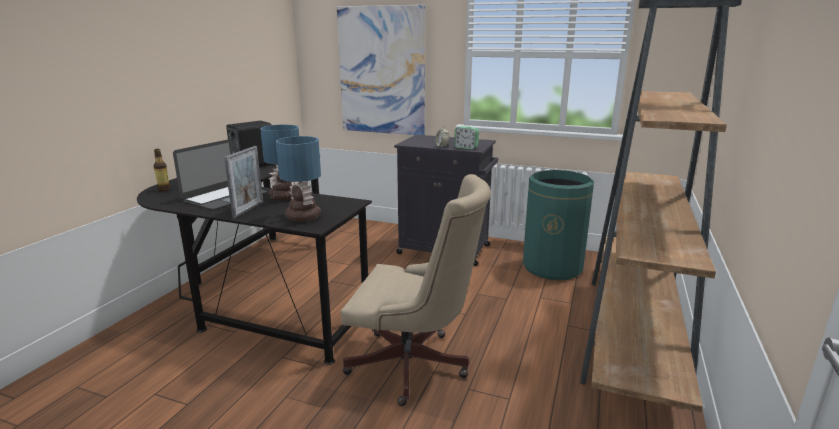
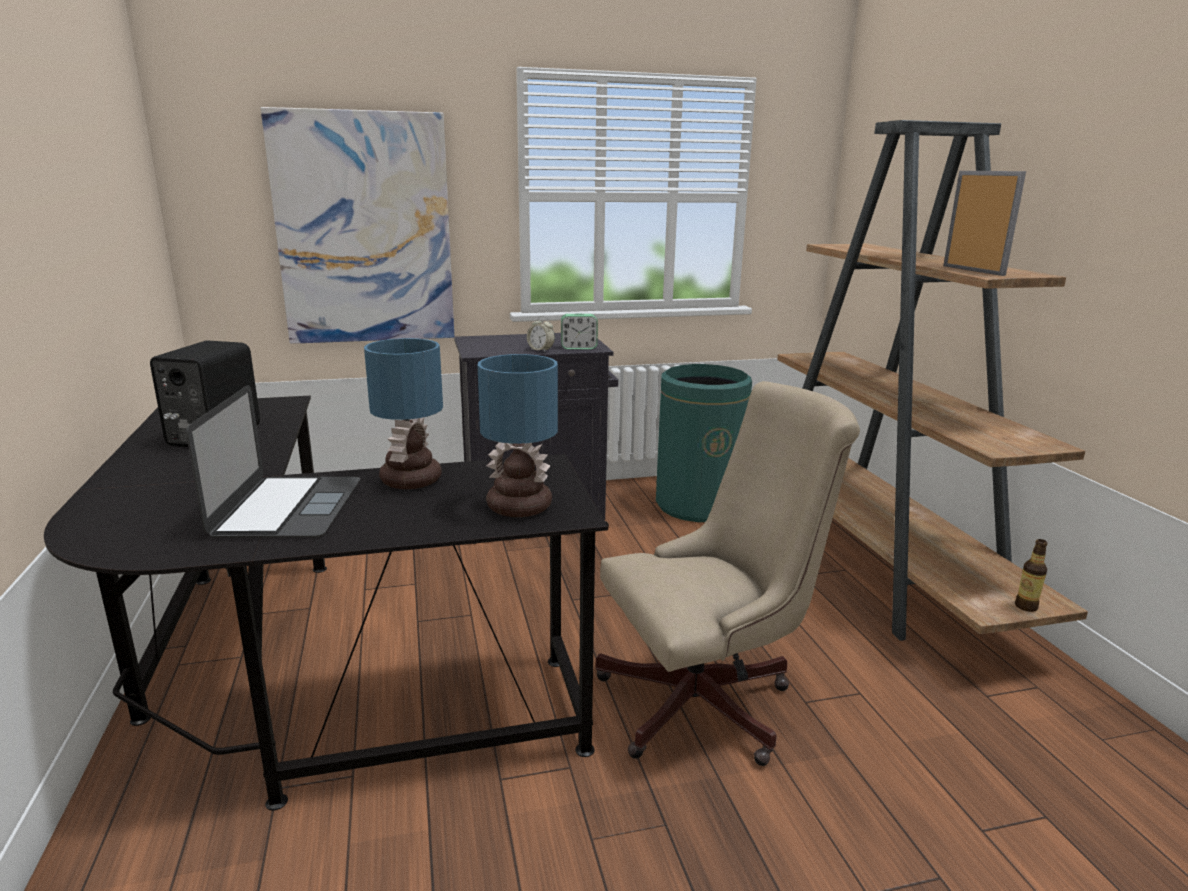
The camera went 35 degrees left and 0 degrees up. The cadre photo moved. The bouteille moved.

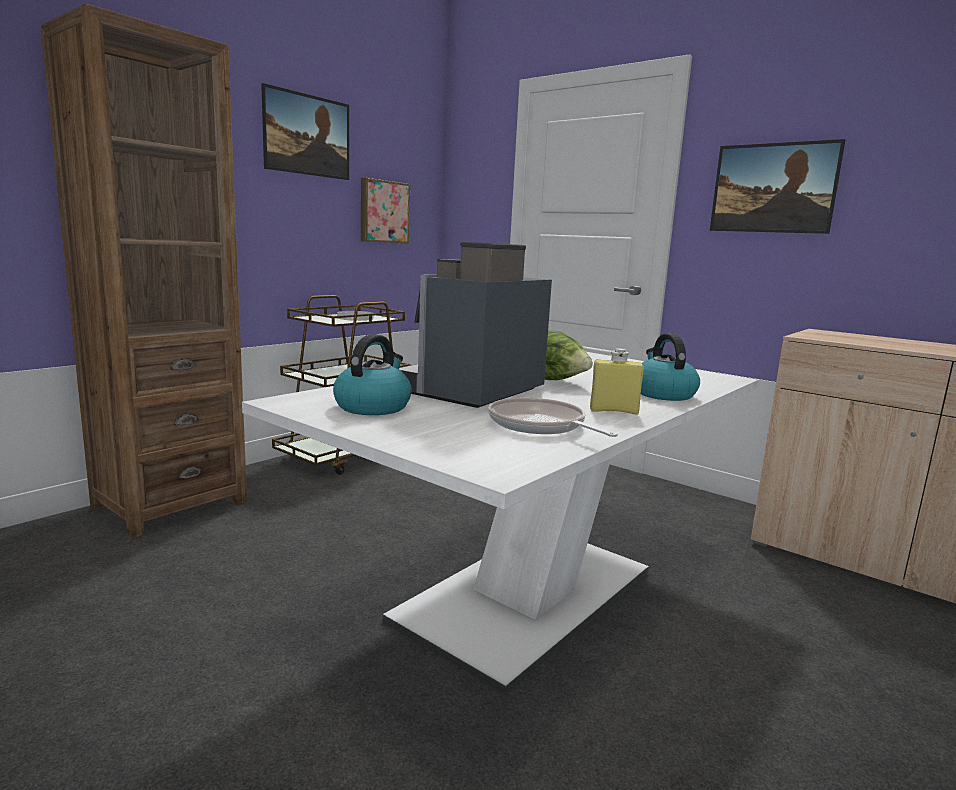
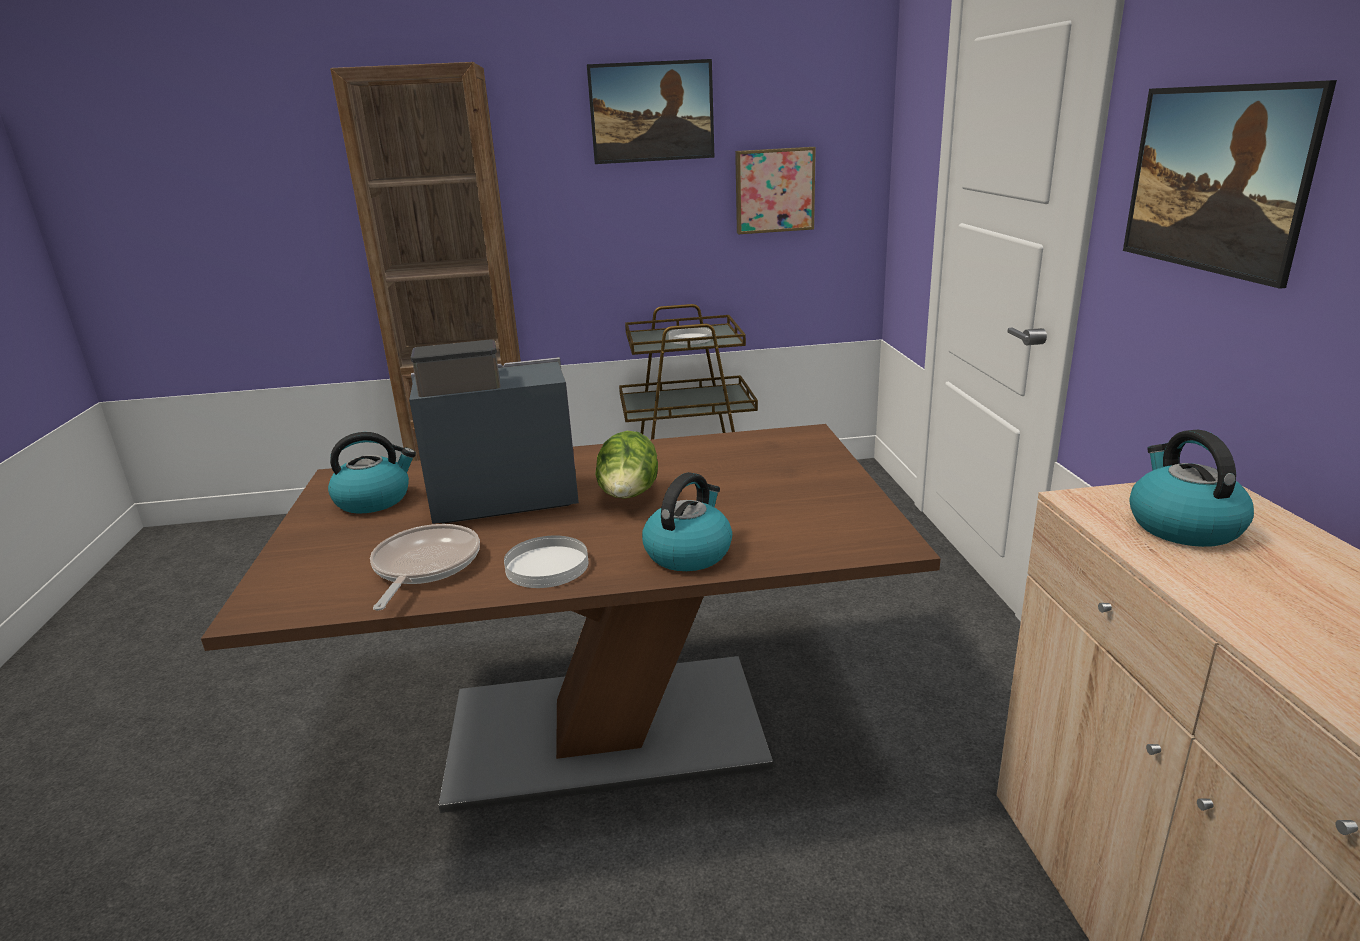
The camera went 45 degrees right and 10 degrees up. The table à manger (blanc) became the table à manger (marron). The bouteille (jaune) was replaced by the assiette (blanc) (no. 1 from left). The bouilloire (no. 3 from left) appeared.

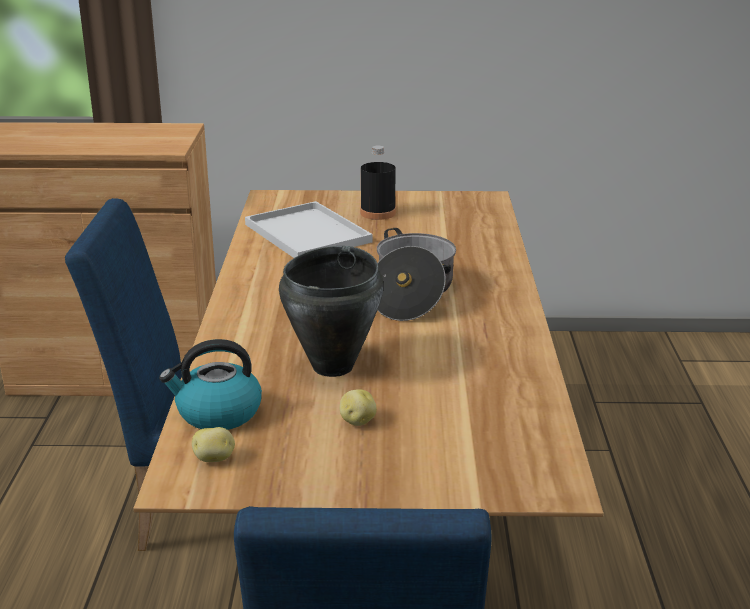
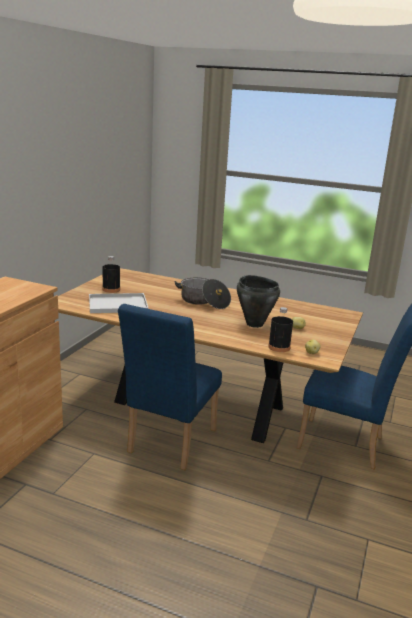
The camera went 70 degrees left and 5 degrees down. The bouilloire was replaced by the bouteille (noir) (no. 2 from left).

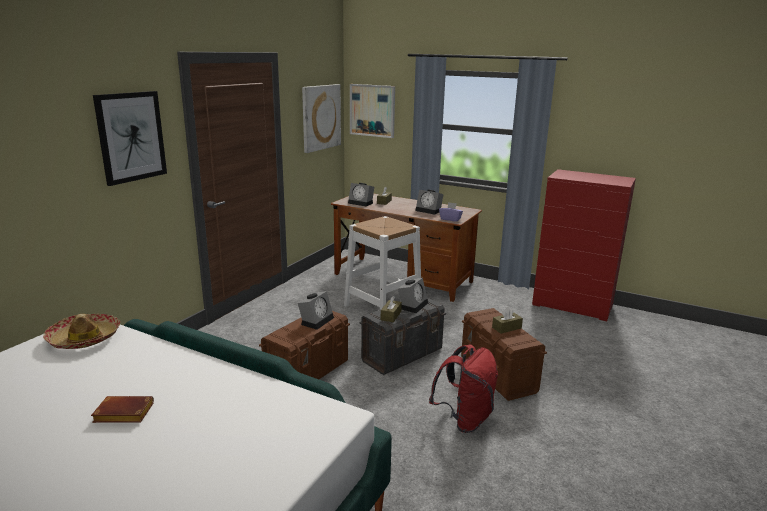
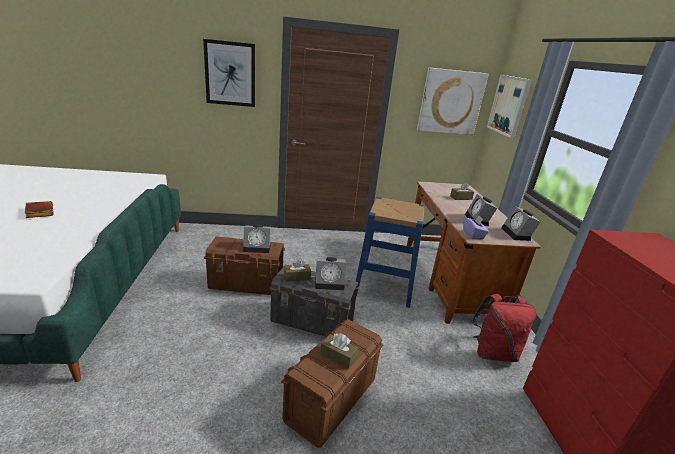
The camera went 55 degrees right and 5 degrees up. The tabouret (blanc) became the tabouret (bleu). The sac à dos (rouge) moved. The réveil (no. 2 from left in the first image) moved. The chapeau disappeared.

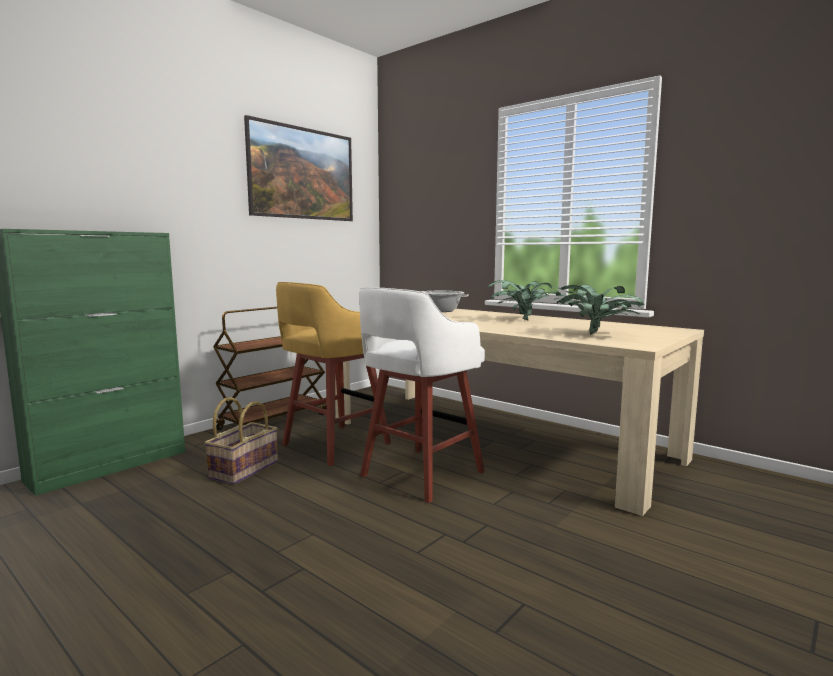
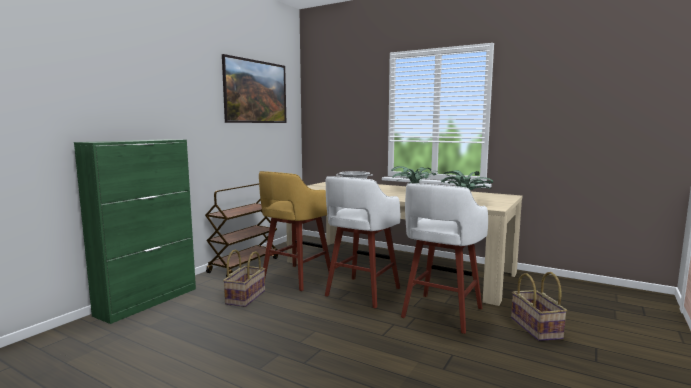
The camera went 10 degrees left and 0 degrees up. The tabouret (blanc) (no. 2 from left) appeared. The panier (no. 2 from left) appeared.

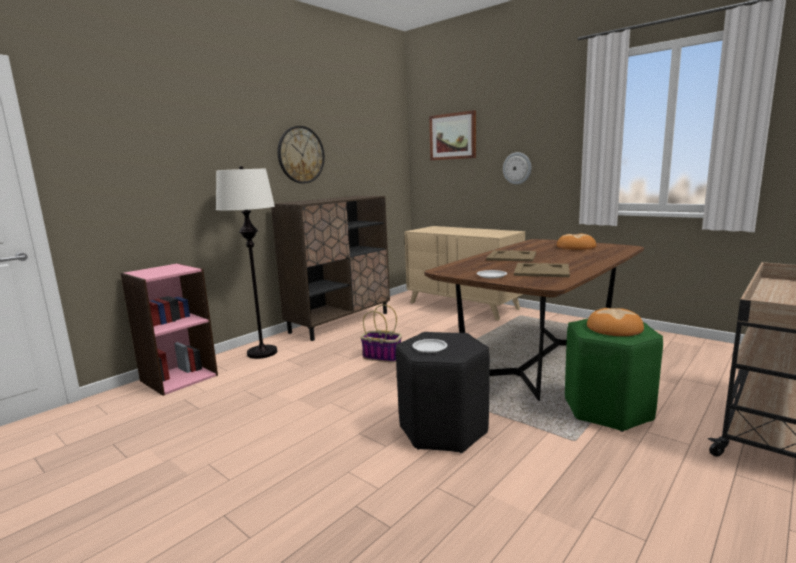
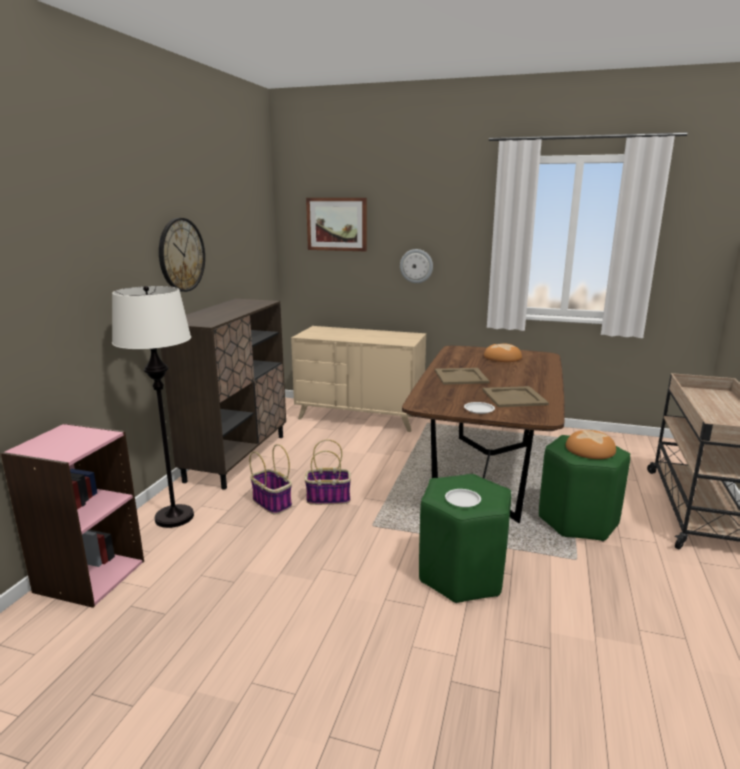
The camera went 25 degrees left and 5 degrees up. The panier (no. 1 from left) appeared. The tabouret (noir) became the tabouret (vert) (no. 1 from left).

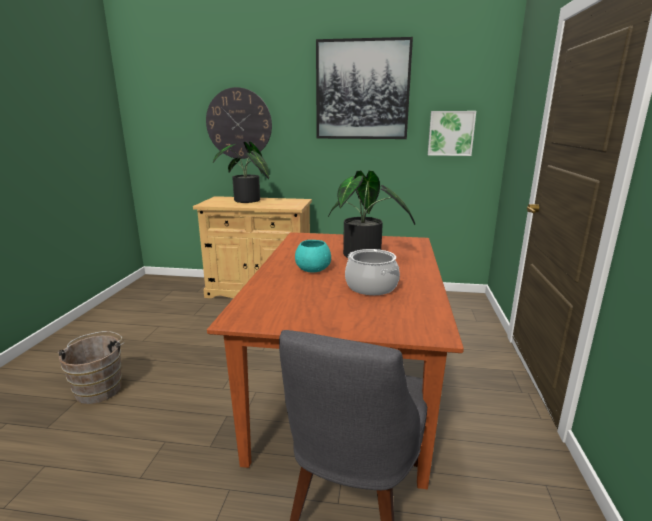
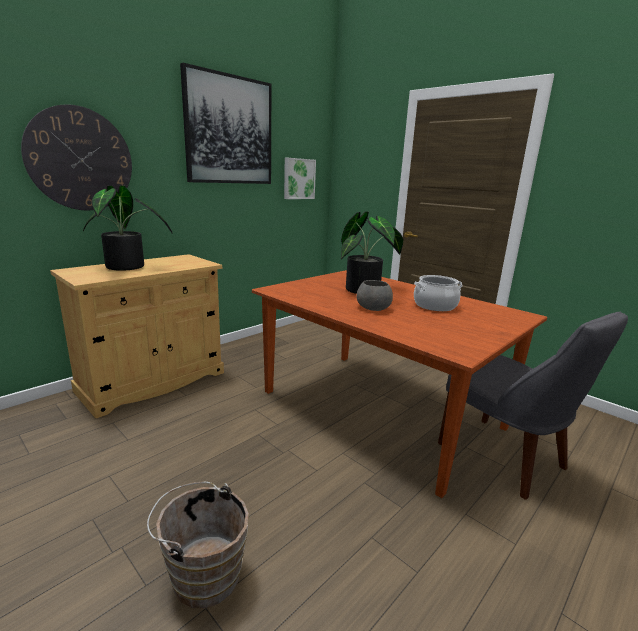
The camera went 55 degrees left and 0 degrees up. The bol (turquoise) became the bol (gris).

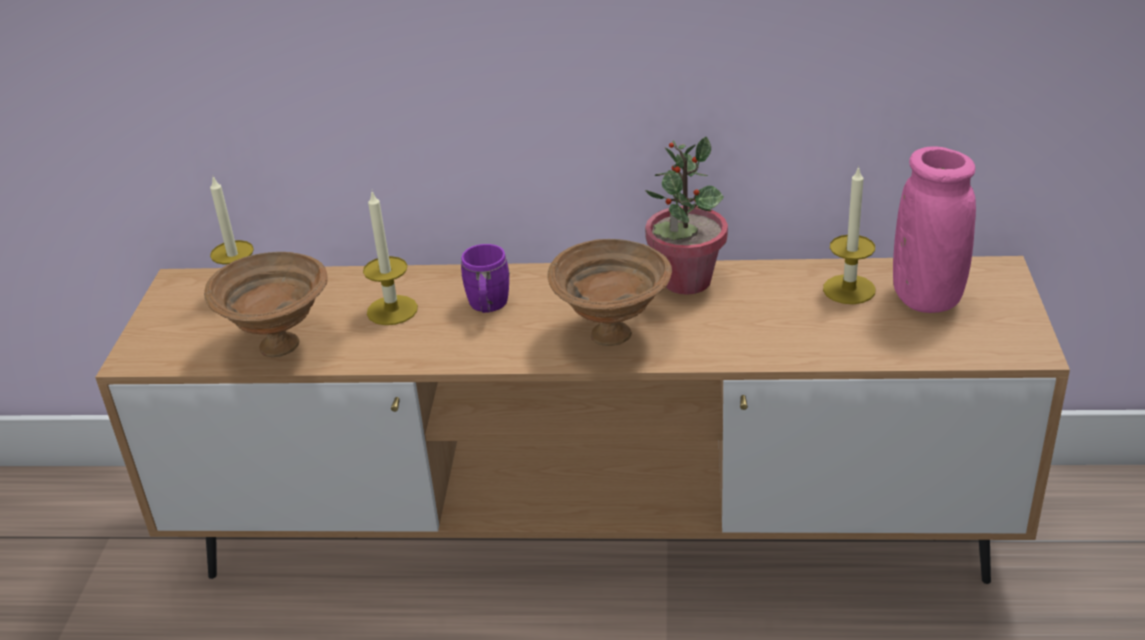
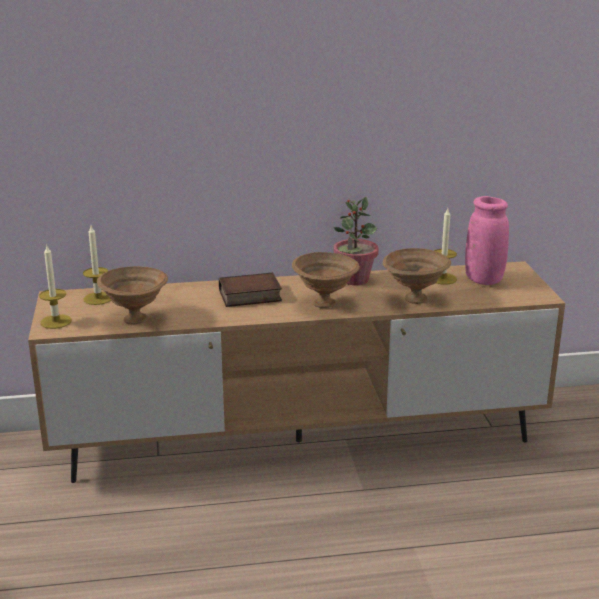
The camera went 15 degrees left and 10 degrees down. The bougie (no. 2 from left in the first image) moved. The mug (violet) was replaced by the livre. The bol (marron) (no. 3 from left) appeared.

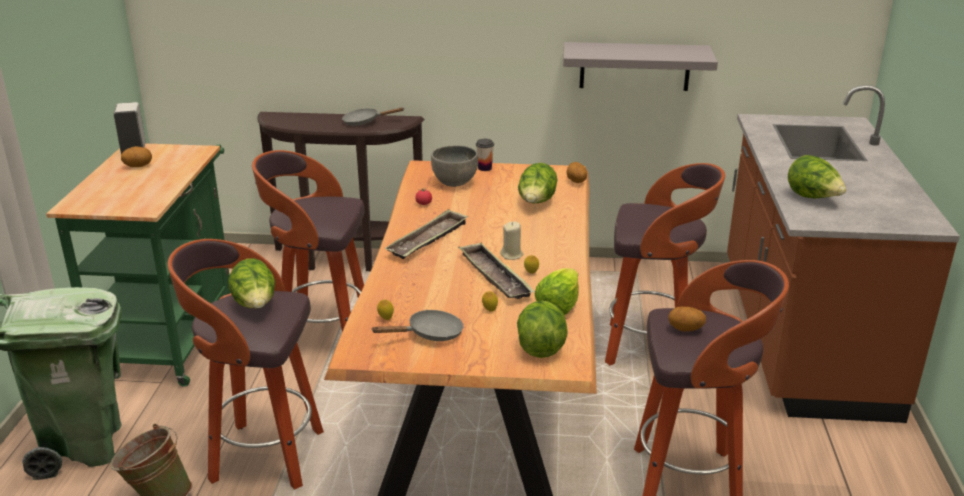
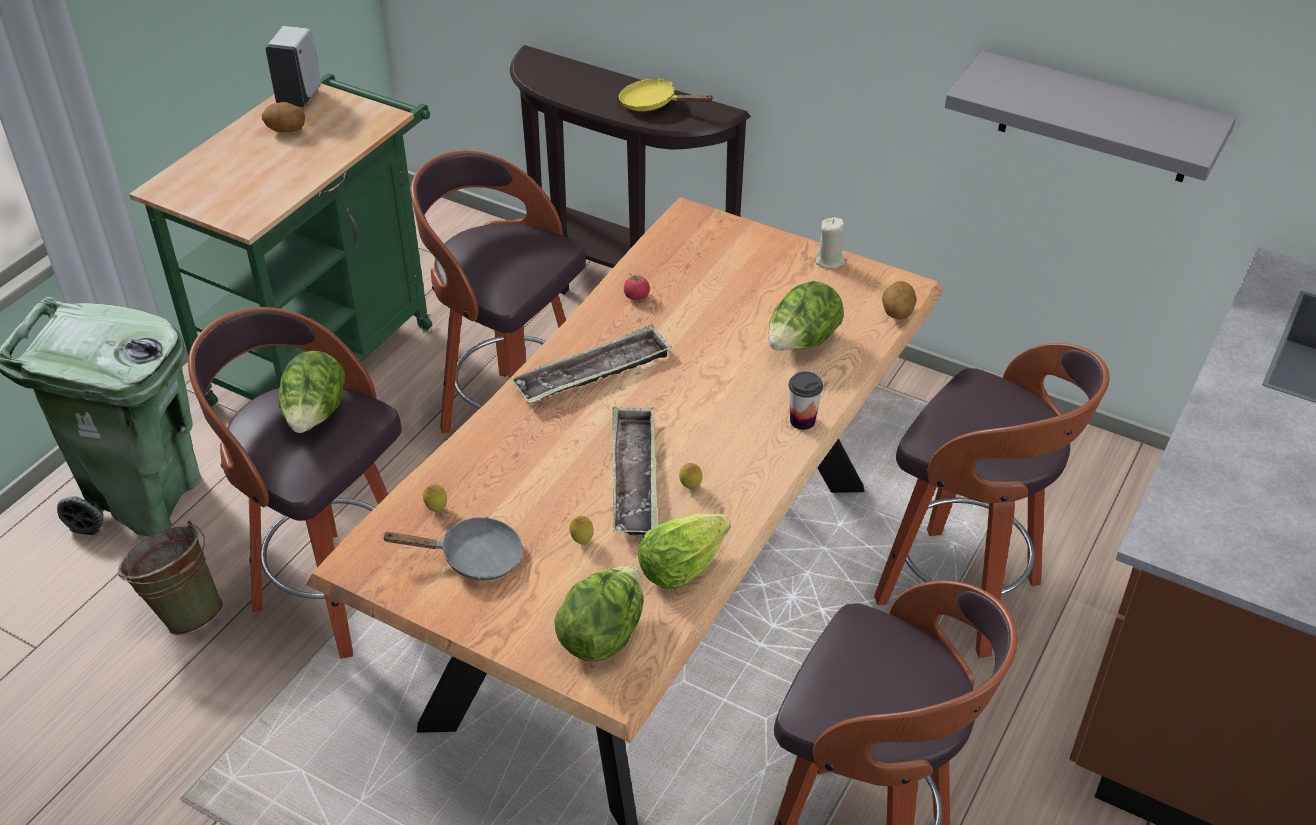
The camera went 25 degrees right and 15 degrees up. The poêle (gris) (no. 1 from left) became the poêle (jaune). The tasse moved. The bougie (beige) moved. The bol (gris) disappeared. The pomme de terre (no. 3 from left) disappeared. The laitue (no. 5 from left) disappeared.

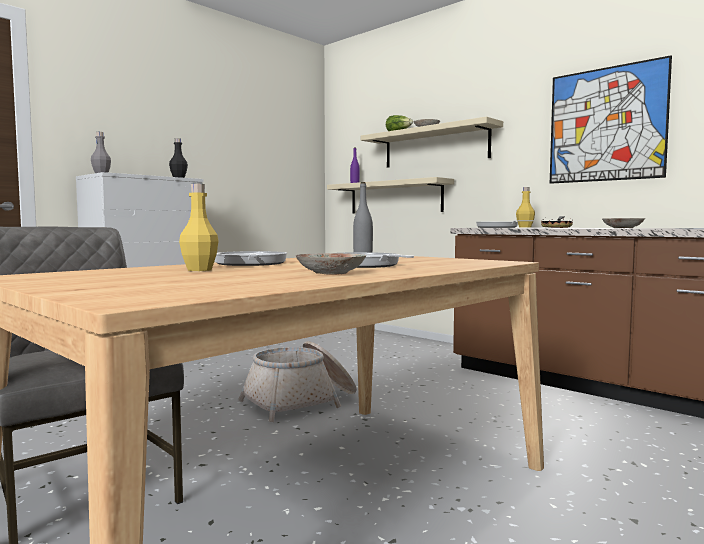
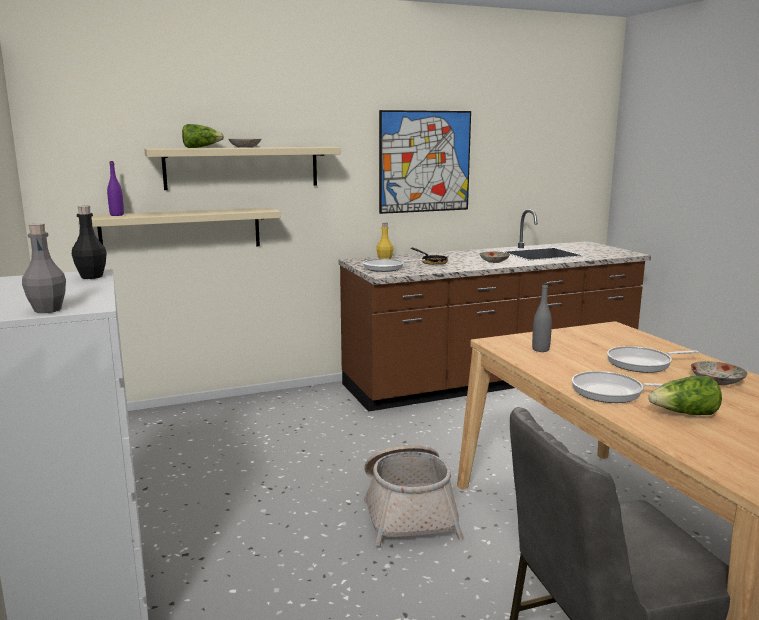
The camera went 65 degrees left and 10 degrees up. The bouteille (jaune) (no. 1 from left) was replaced by the laitue (no. 2 from left).

